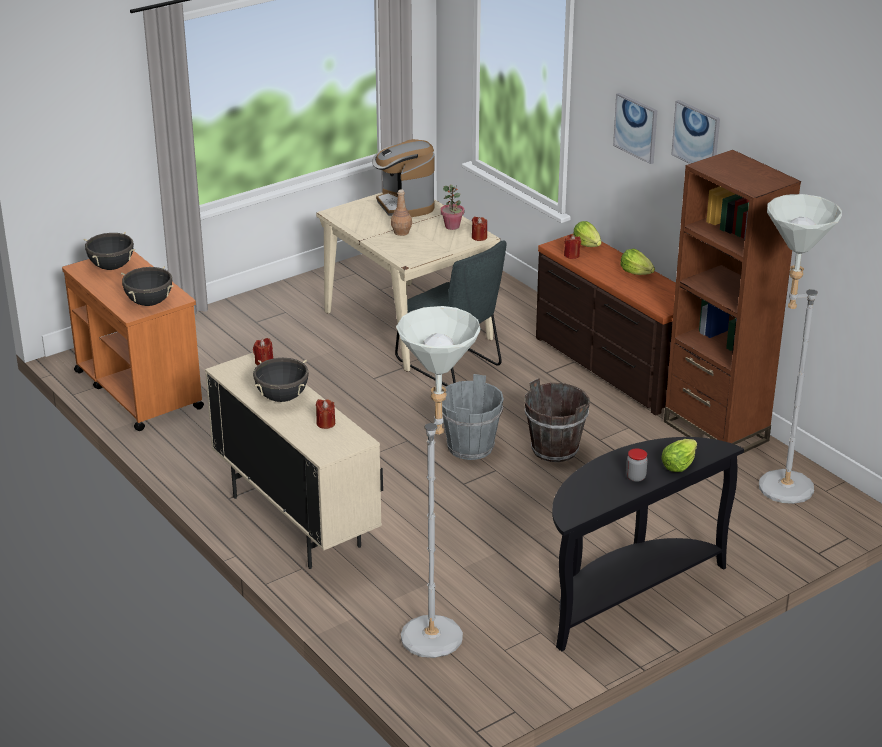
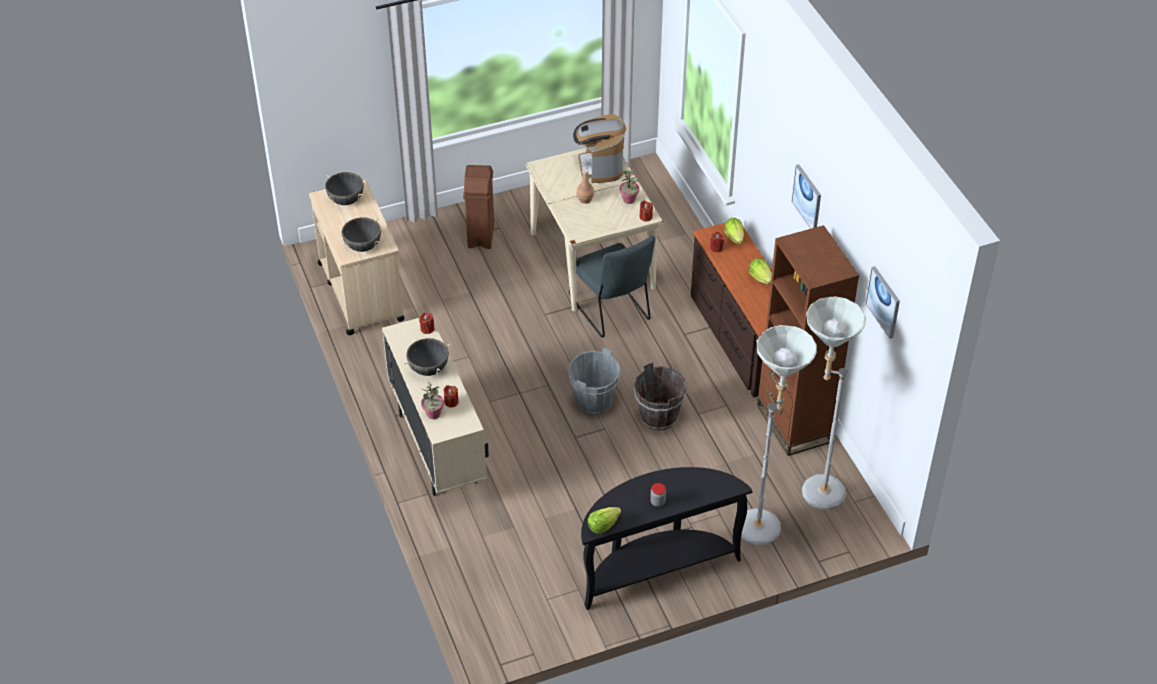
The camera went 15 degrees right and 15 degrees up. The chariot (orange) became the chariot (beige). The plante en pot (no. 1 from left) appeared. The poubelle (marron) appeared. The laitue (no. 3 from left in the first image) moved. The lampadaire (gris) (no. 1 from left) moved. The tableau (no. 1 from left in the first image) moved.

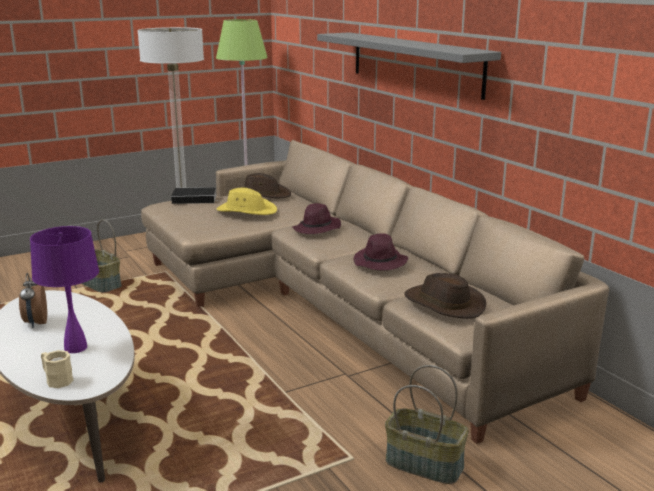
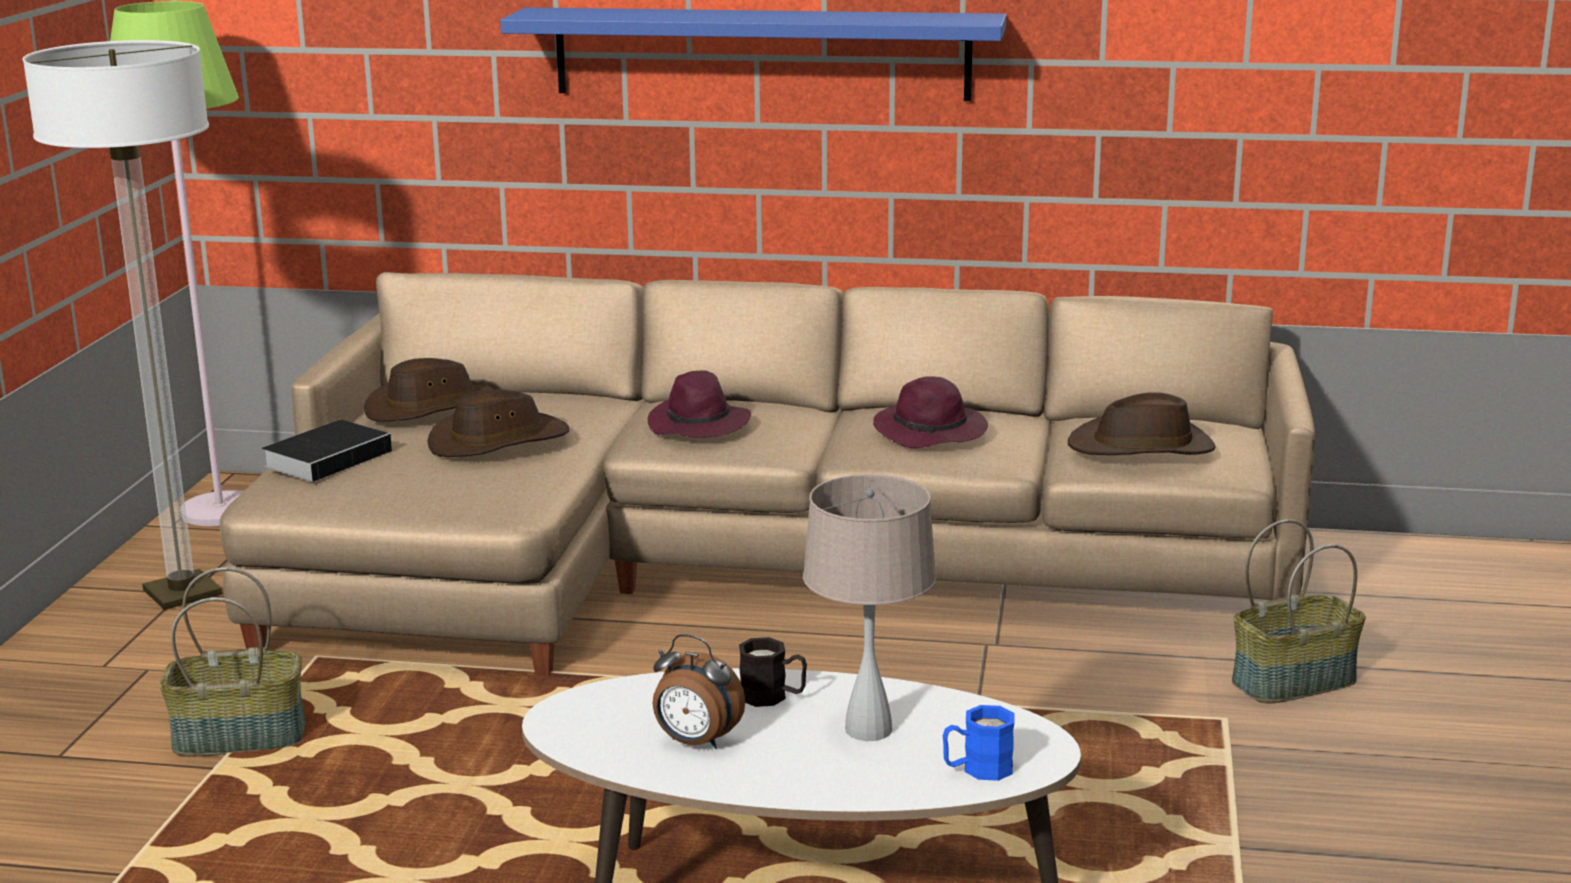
The camera went 50 degrees left and 0 degrees up. The chapeau (jaune) became the chapeau (marron) (no. 2 from left). The étagère (gris) became the étagère (bleu). The mug (noir) appeared. The lampe de table (violet) became the lampe de table (beige). The mug (beige) became the mug (bleu).

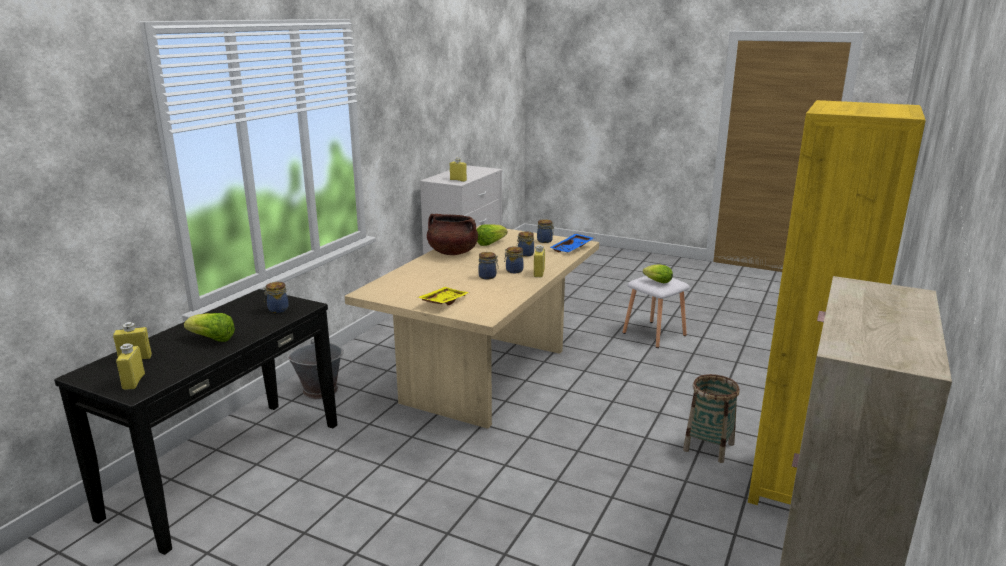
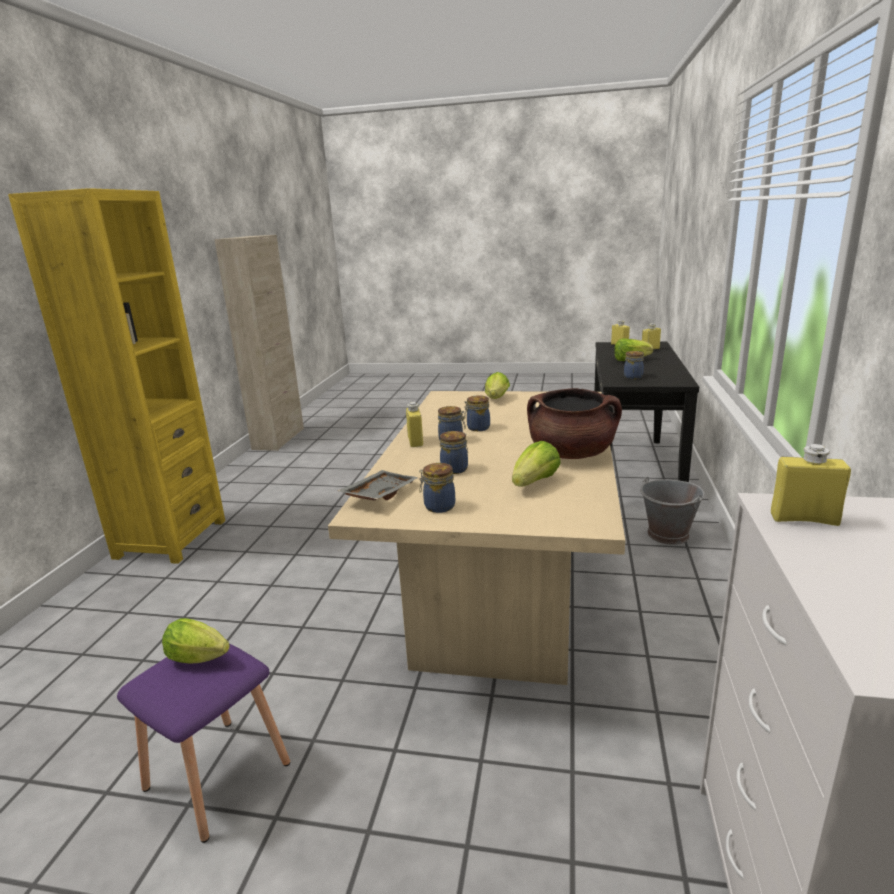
The camera went 165 degrees right and 0 degrees up. The tabouret (blanc) became the tabouret (violet). The plateau (bleu) became the plateau (gris). The plateau (jaune) was replaced by the laitue (no. 2 from left). The panier disappeared.

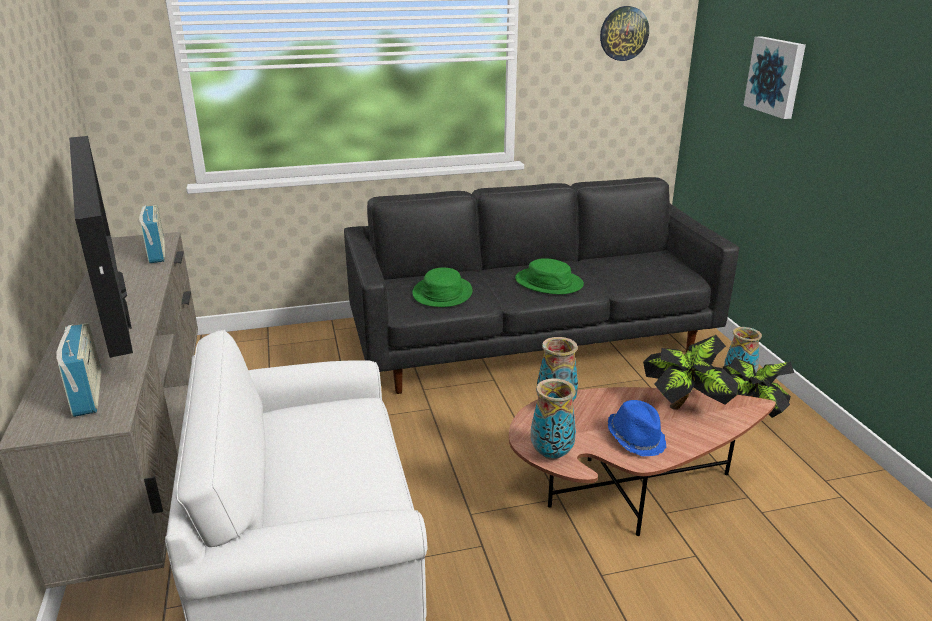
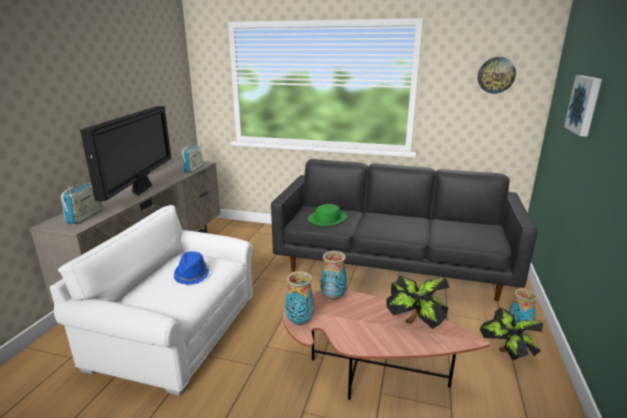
The camera went 30 degrees right and 5 degrees down. The chapeau (bleu) moved. The chapeau (vert) (no. 2 from left) disappeared.

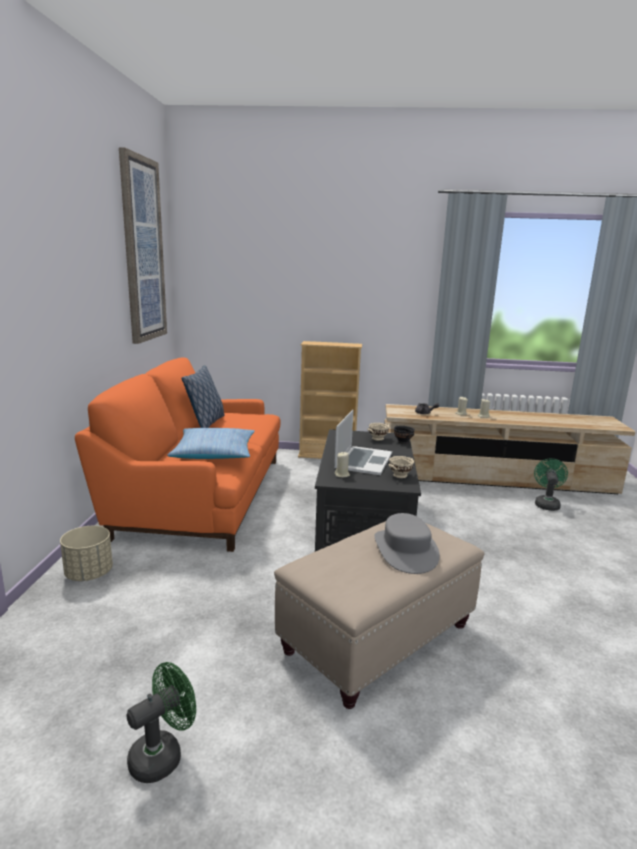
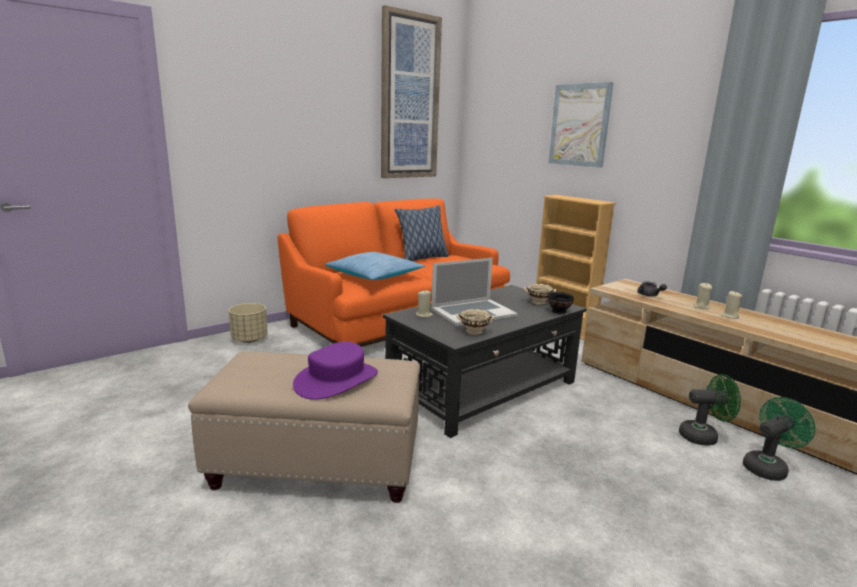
The camera went 45 degrees right and 0 degrees up. The chapeau (gris) became the chapeau (violet). The tableau (no. 2 from left) appeared. The ventilateur (vert) (no. 1 from left) moved.

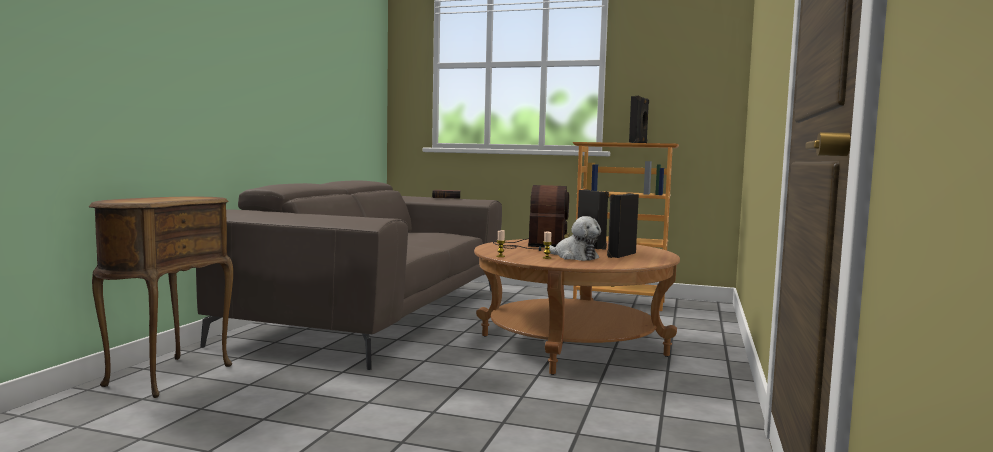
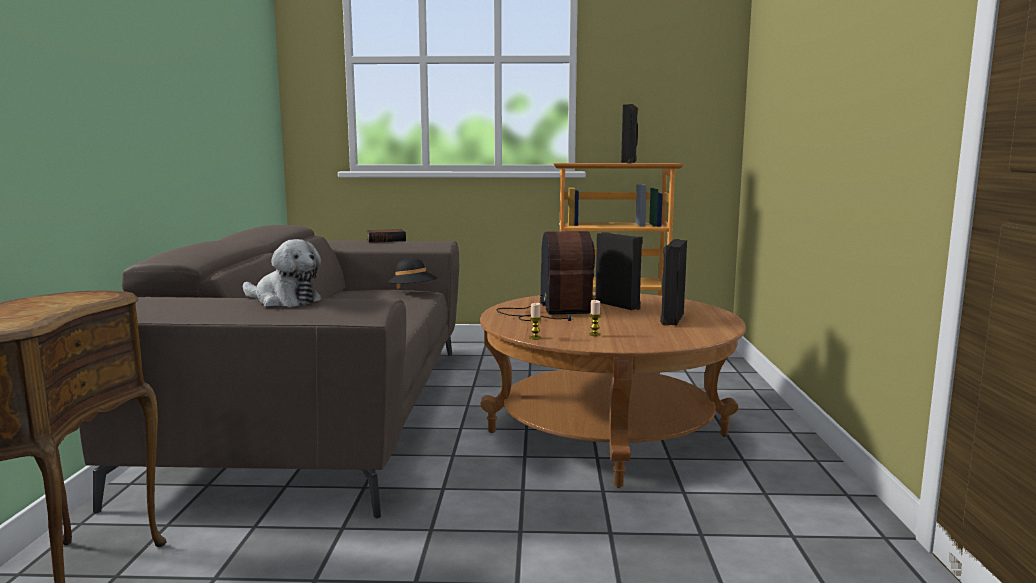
The camera went 15 degrees left and 5 degrees up. The peluche moved. The chapeau (noir) appeared.

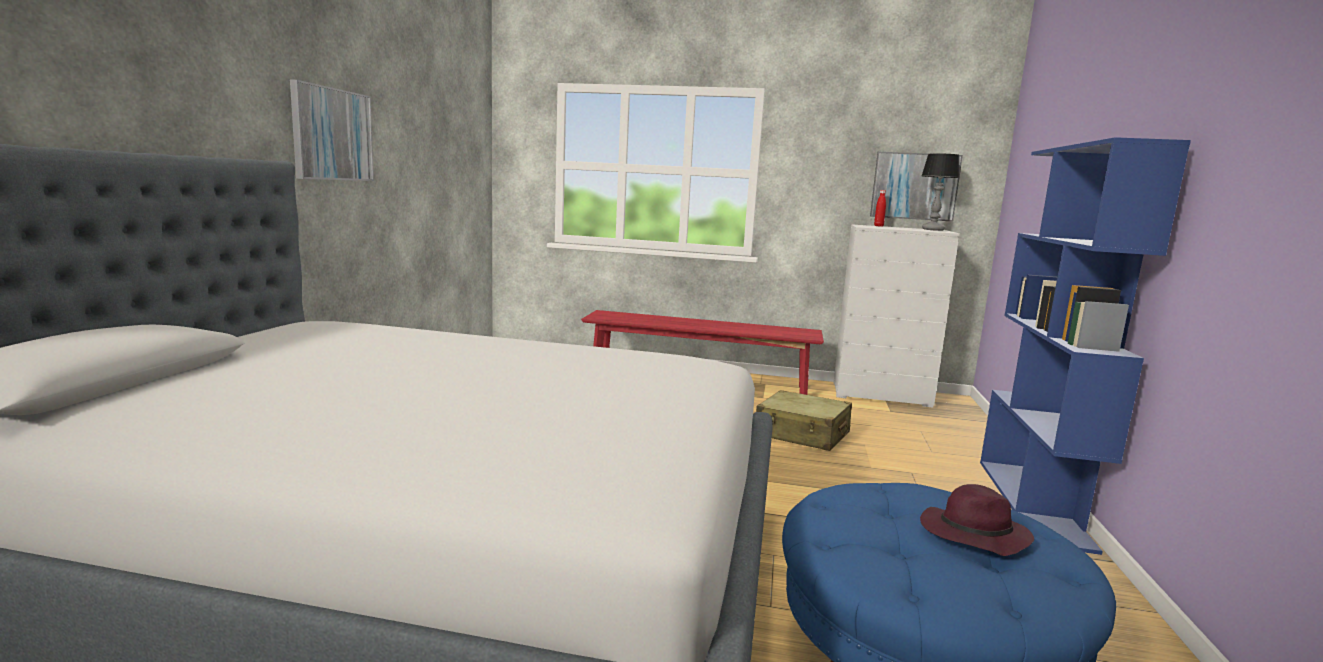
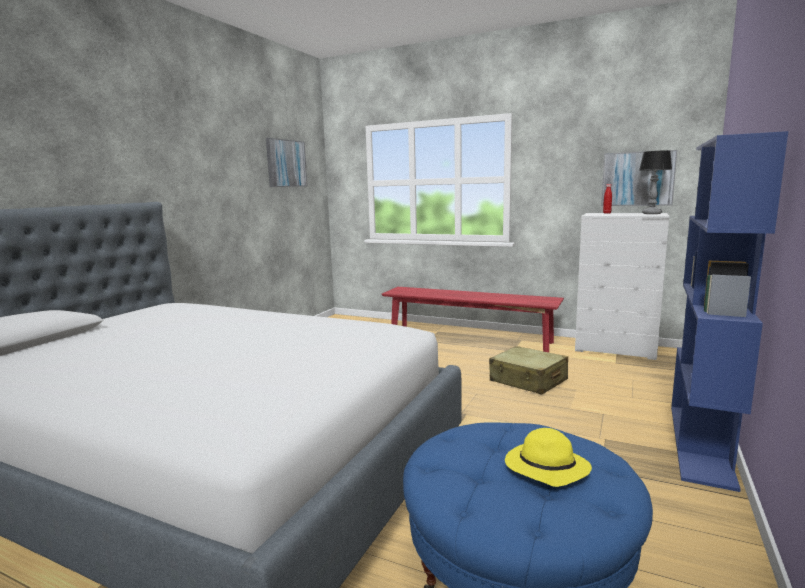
The camera went 15 degrees right and 0 degrees up. The tableau (no. 1 from left) moved. The chapeau (violet) became the chapeau (jaune).

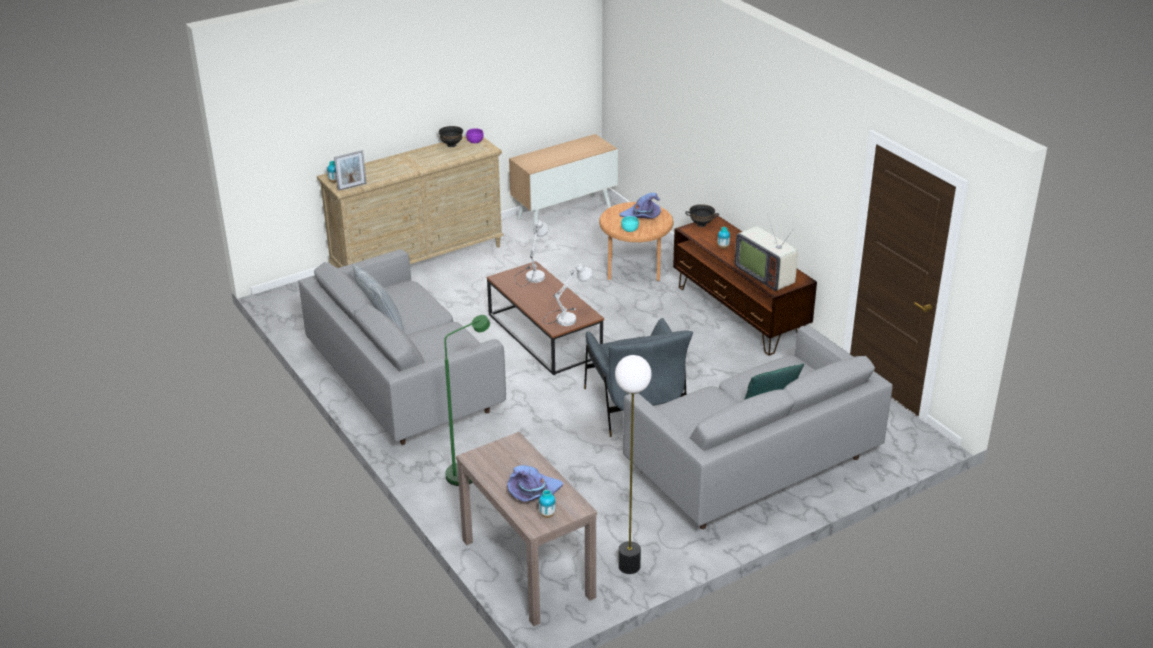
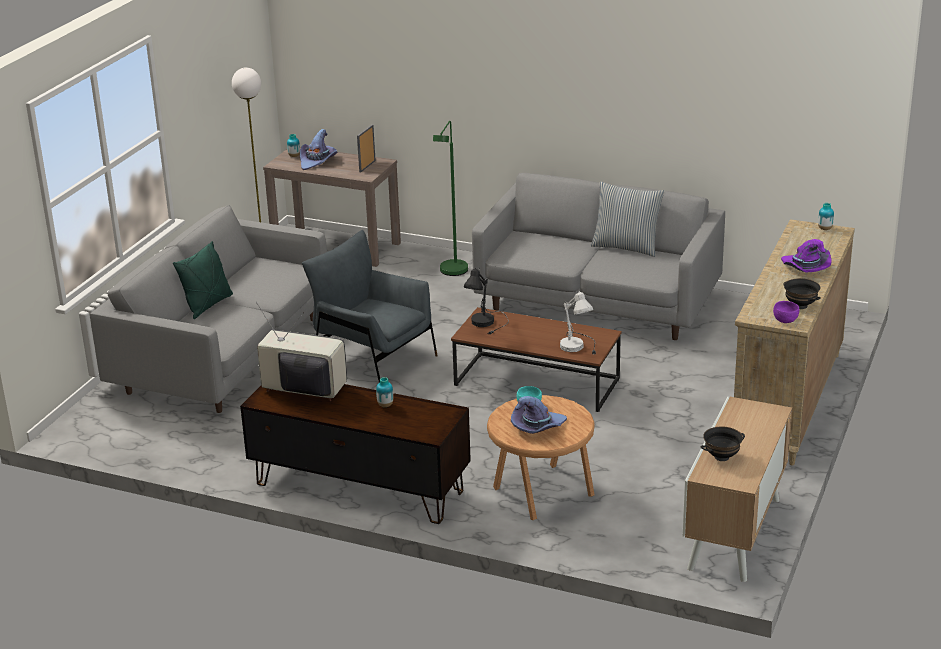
The camera went 145 degrees right and 5 degrees down. The cadre photo moved. The lampe de table (blanc) (no. 2 from left) became the lampe de table (noir). The bol (noir) (no. 2 from left in the first image) moved. The chapeau (violet) (no. 3 from left) appeared.

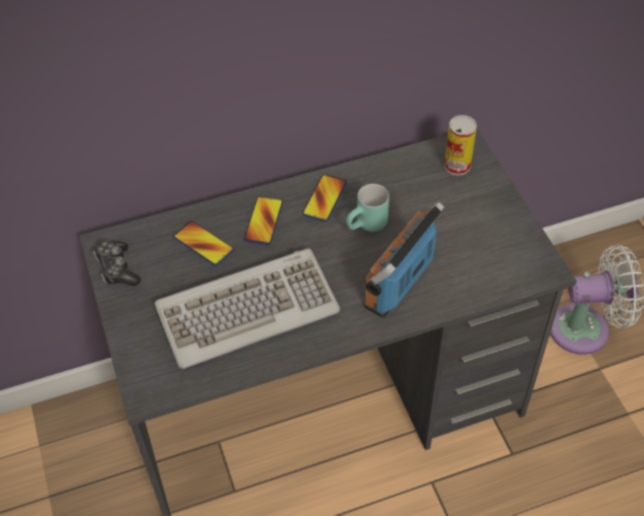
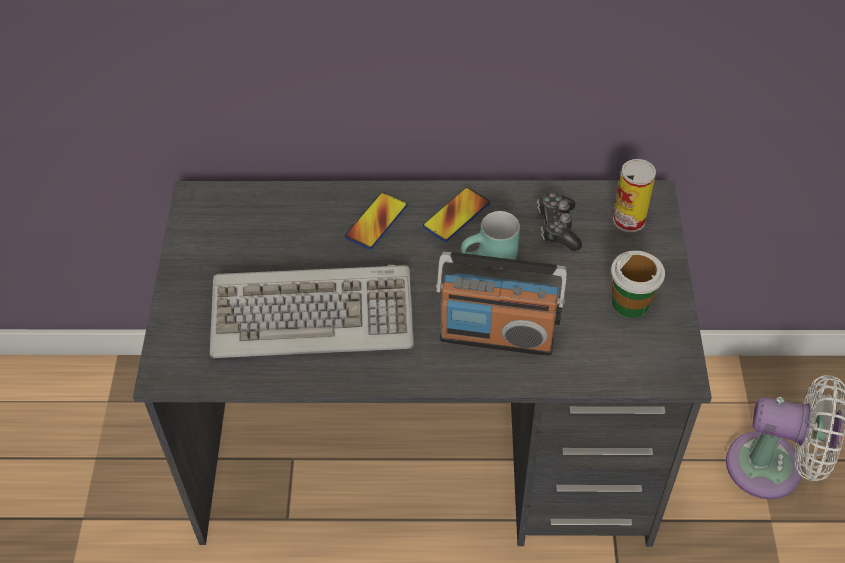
The camera went 20 degrees right and 0 degrees up. The radio turned 135 degrees counterclockwise. The manette moved. The tasse appeared. The téléphone (no. 1 from left) disappeared.

